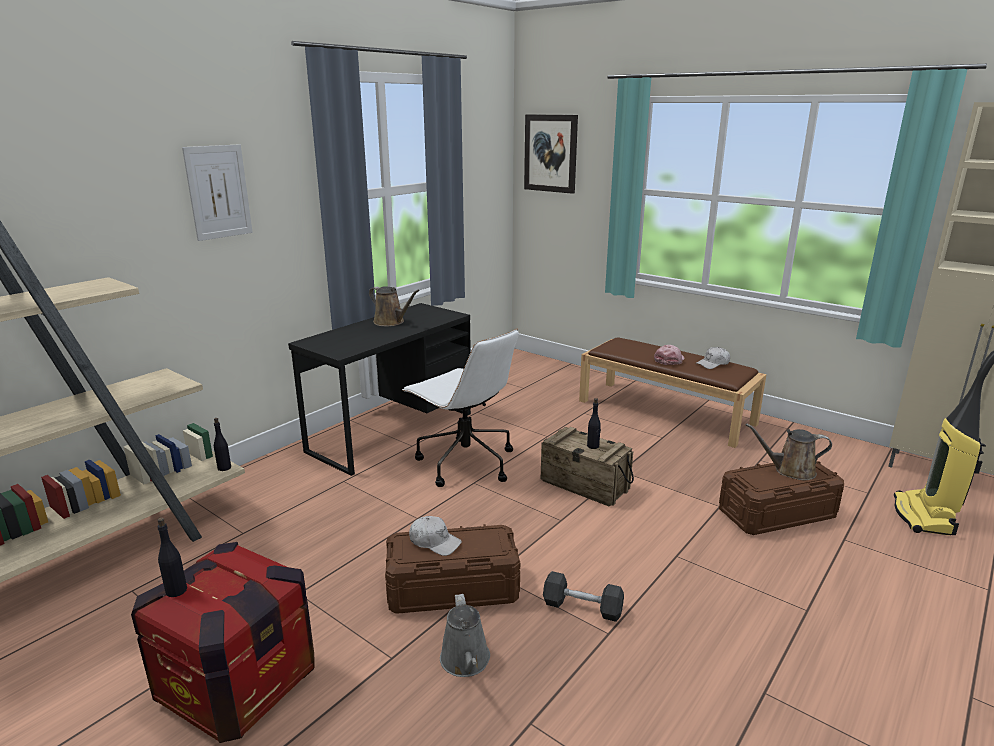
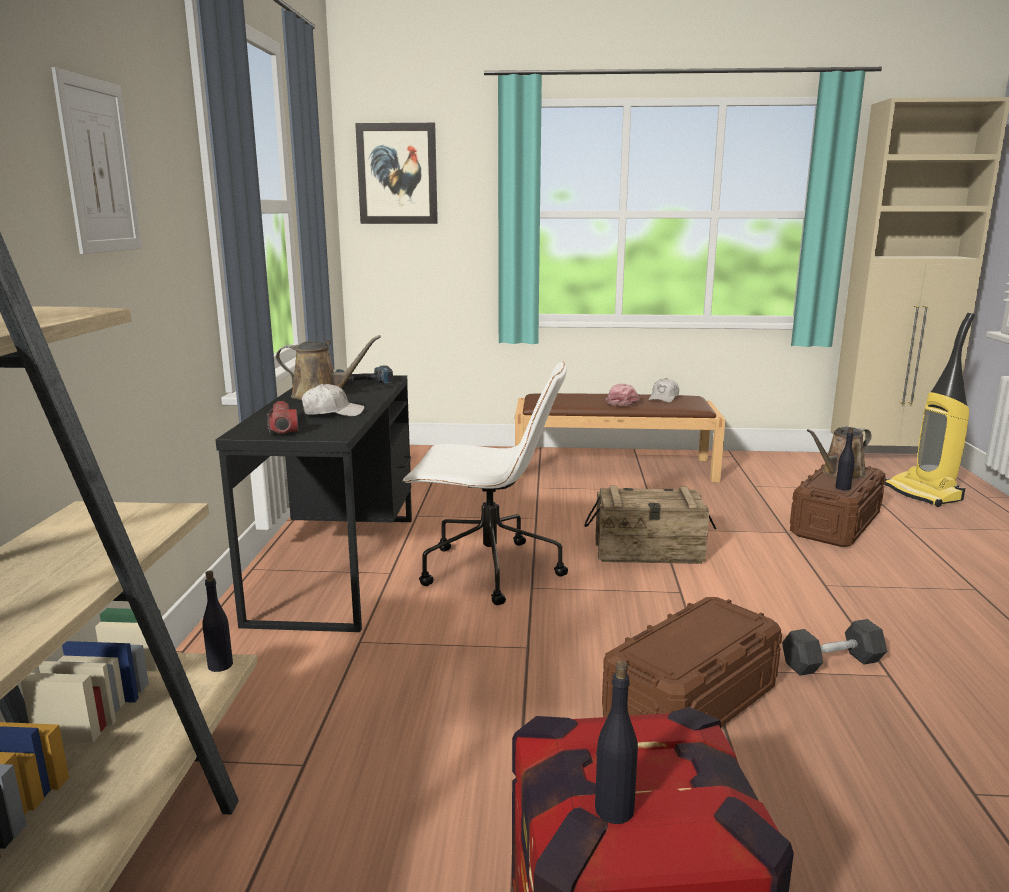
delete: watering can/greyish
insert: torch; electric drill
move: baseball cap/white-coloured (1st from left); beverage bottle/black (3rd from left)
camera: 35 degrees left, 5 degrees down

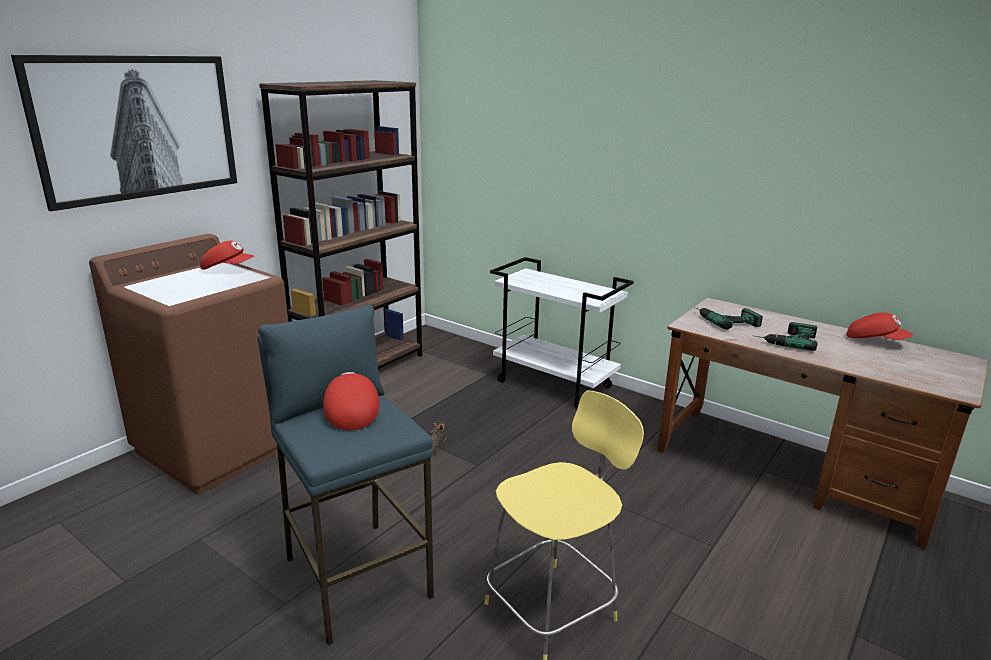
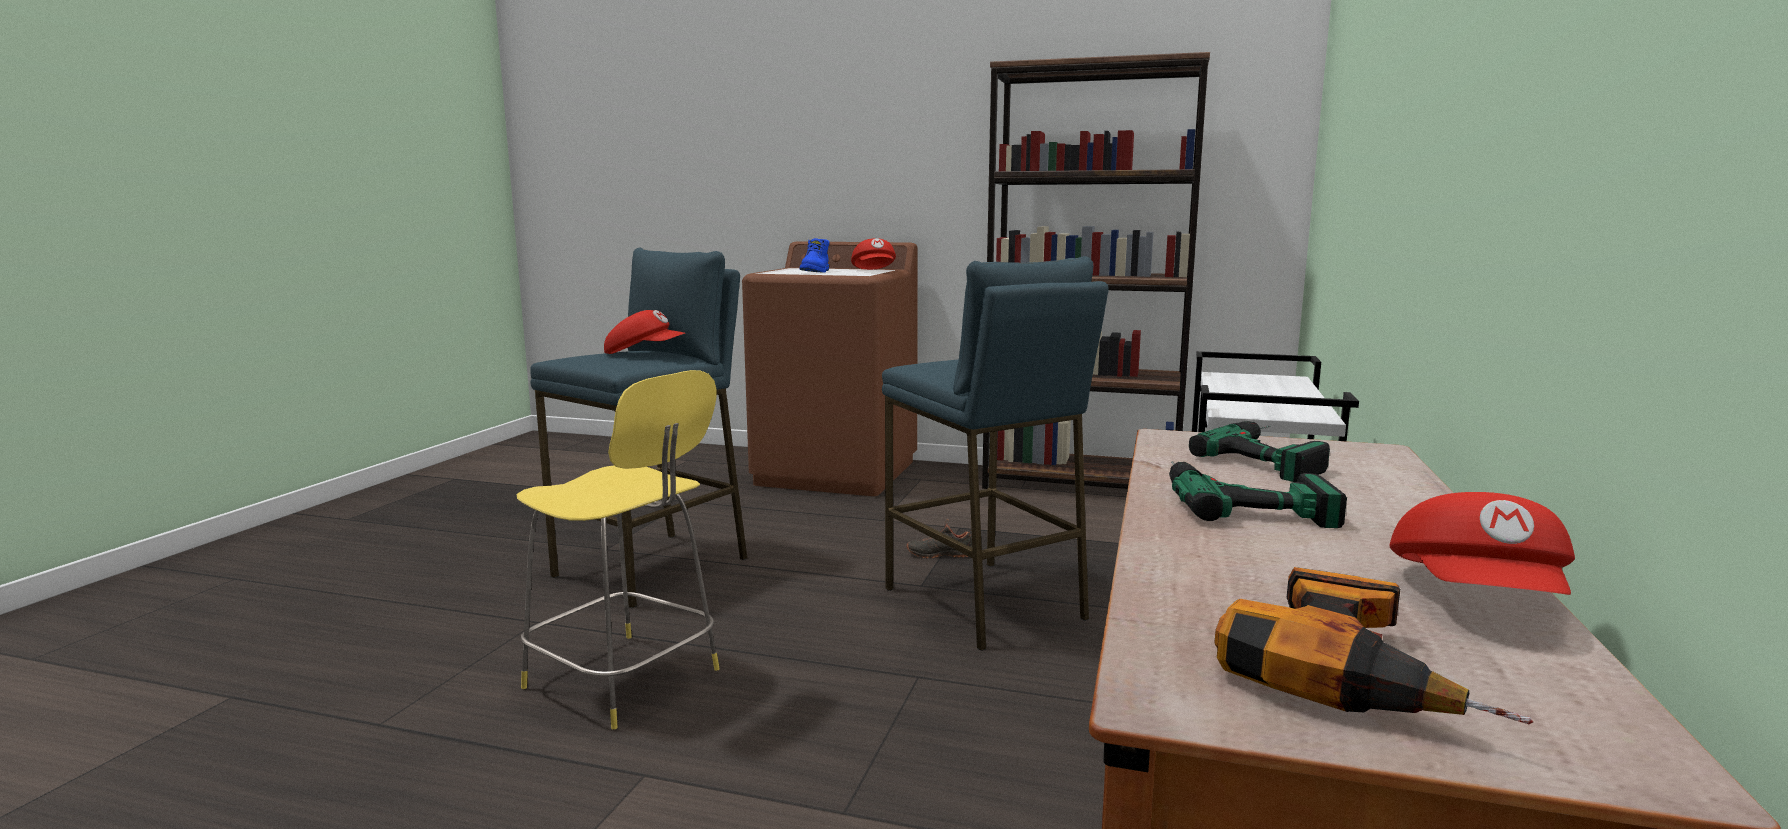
delete: picture
insert: boot/blue; stool/blue (2nd from left); electric drill (3rd from left)
rotate: baseball cap/reddish (2nd from left in the first image) 45 degrees clockwise
camera: 70 degrees right, 10 degrees down

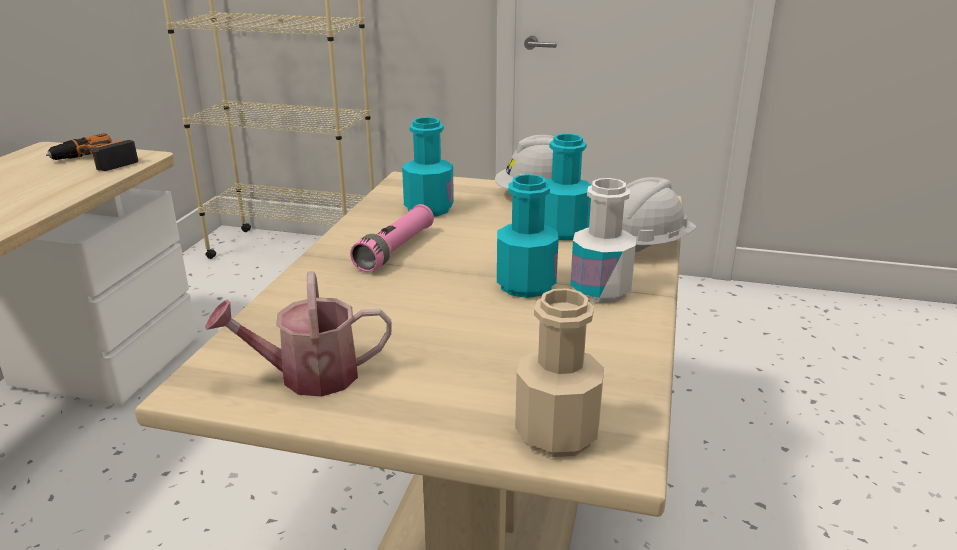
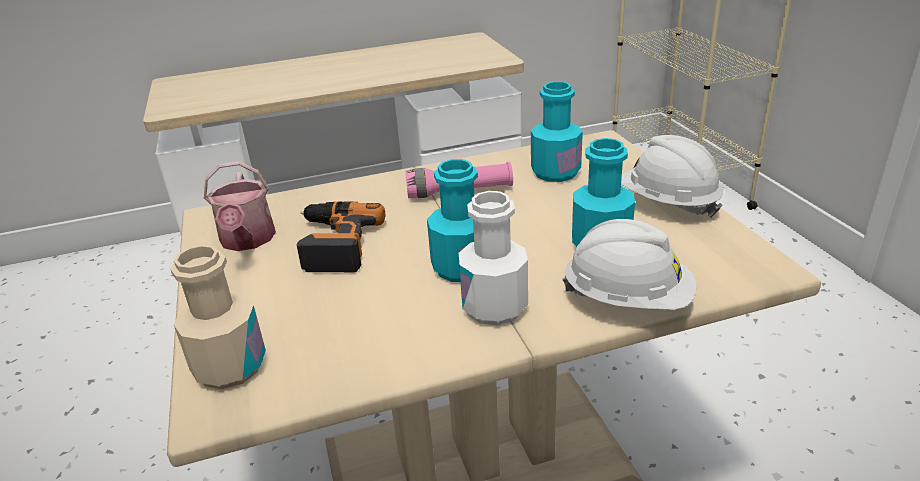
move: electric drill
rotate: watering can 150 degrees counterclockwise
camera: 60 degrees right, 5 degrees up

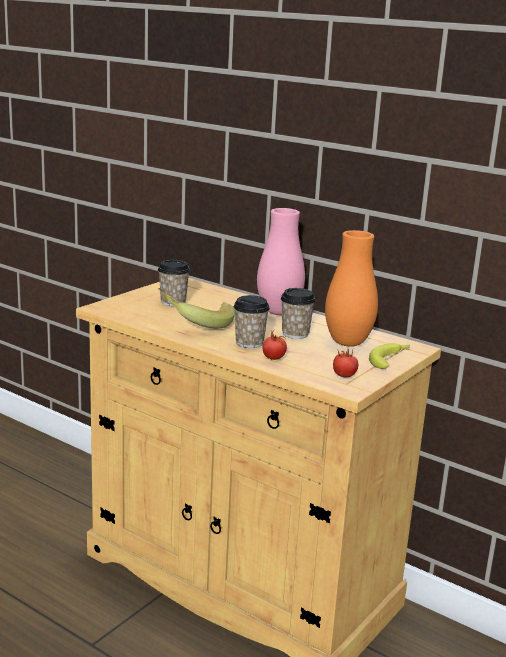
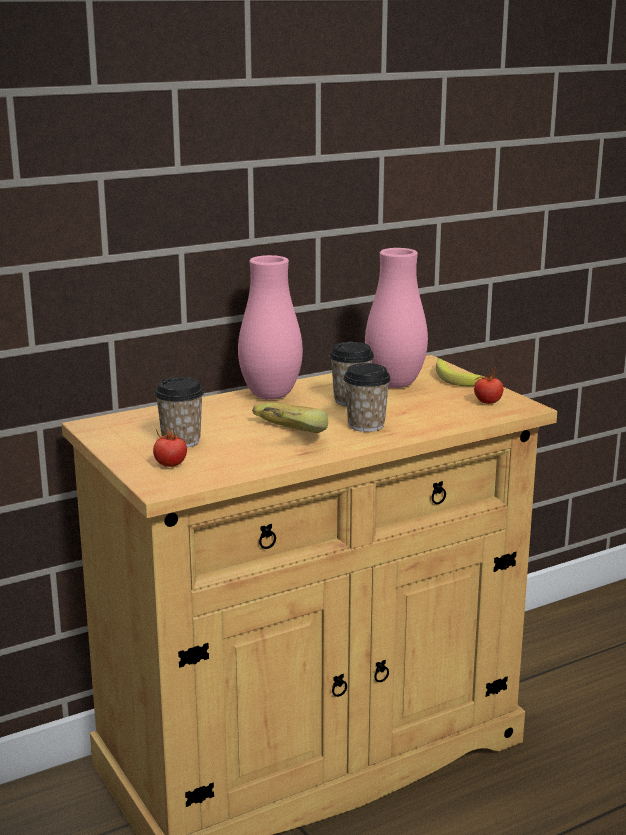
move: tomato (1st from left)
recolor: vase/orange-coloured to vase/pink-coloured (2nd from left)
camera: 65 degrees left, 0 degrees up

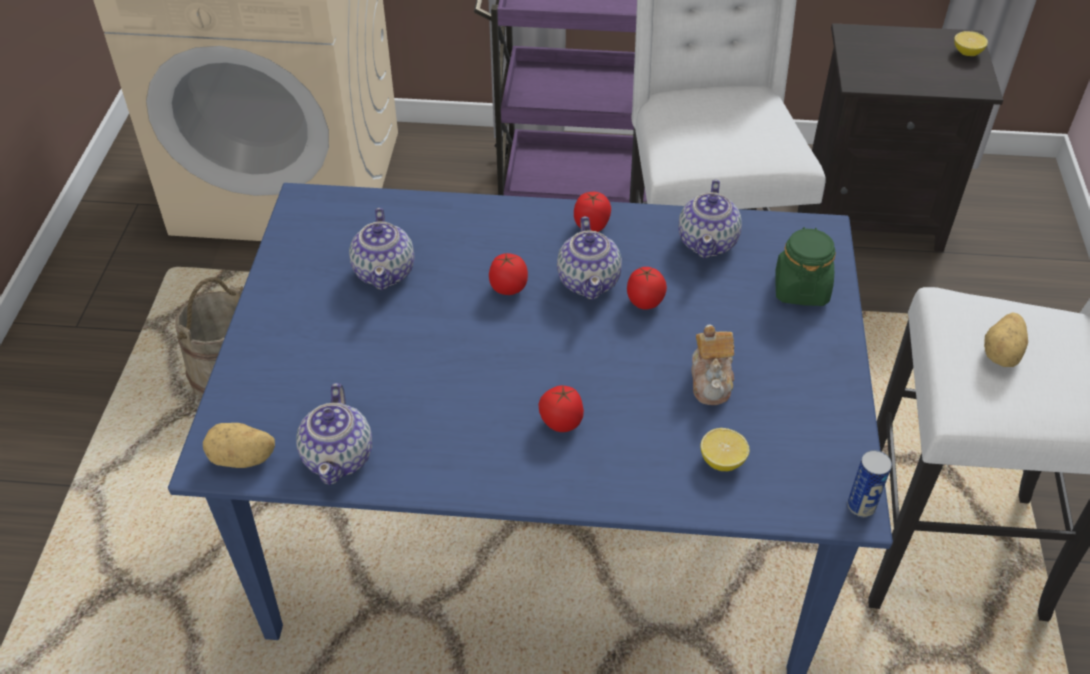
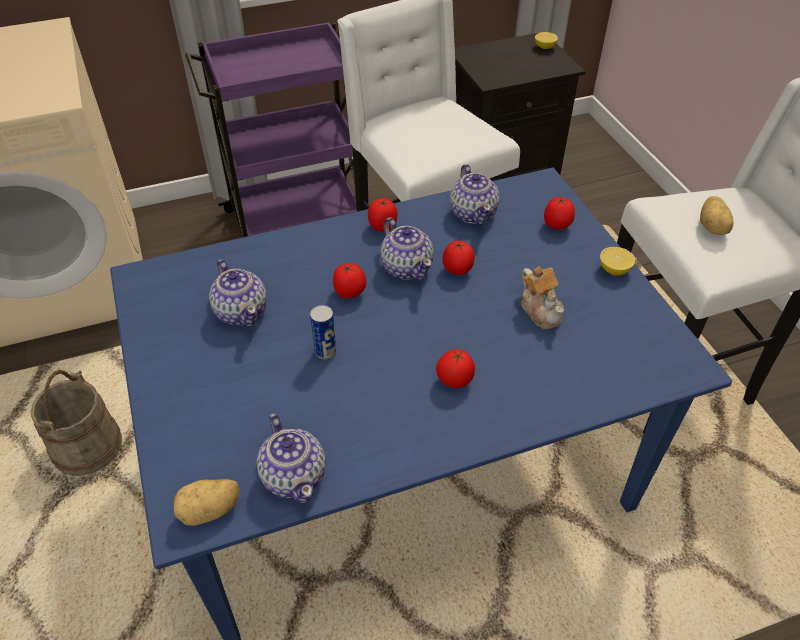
move: can; lemon (1st from left in the first image) to lemon (2nd from left)
replace: storage jar/green-coloured to tomato (5th from left)
camera: 25 degrees left, 0 degrees up

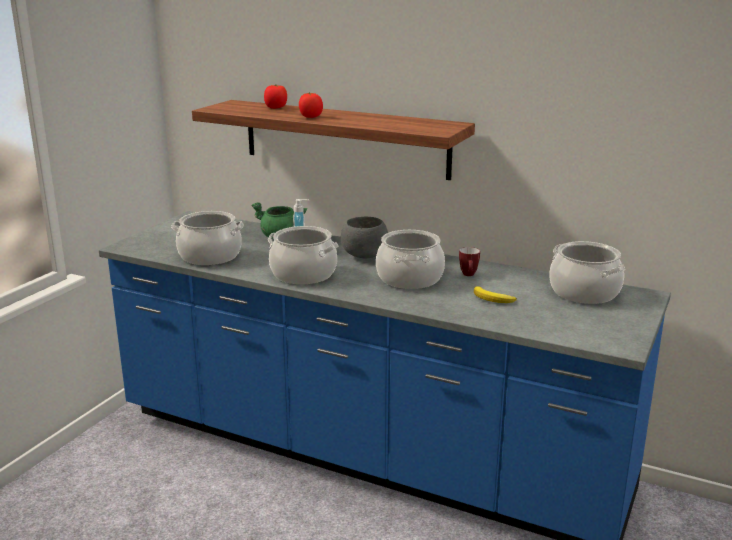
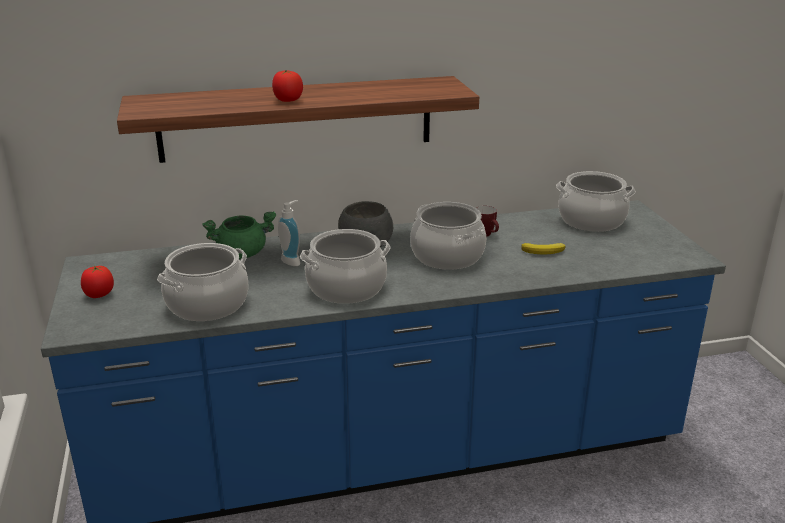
move: tomato (1st from left)
camera: 40 degrees left, 5 degrees up

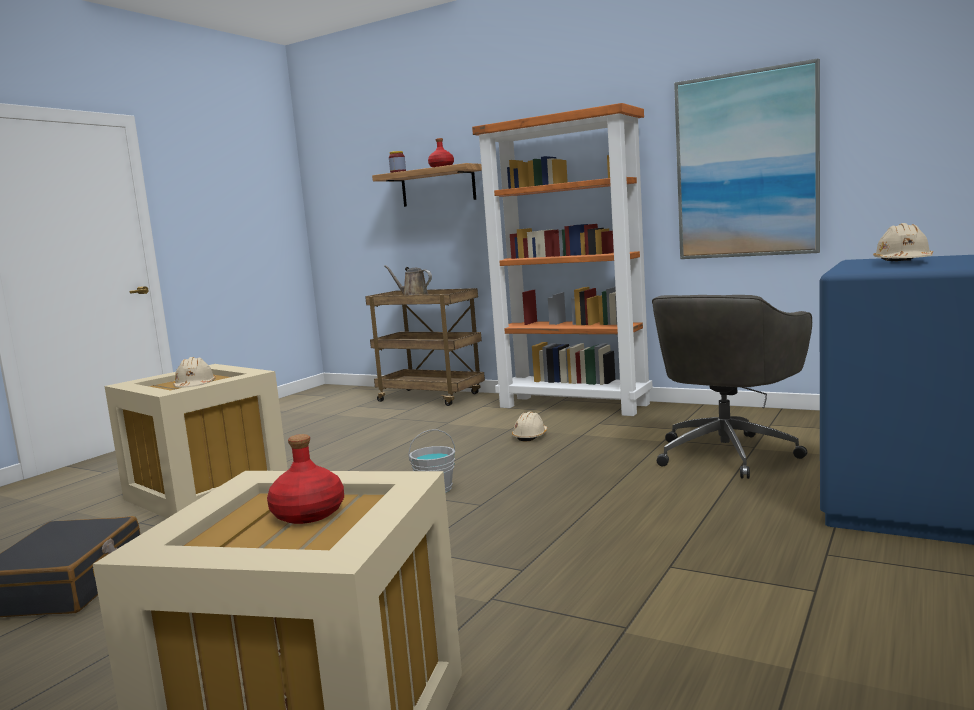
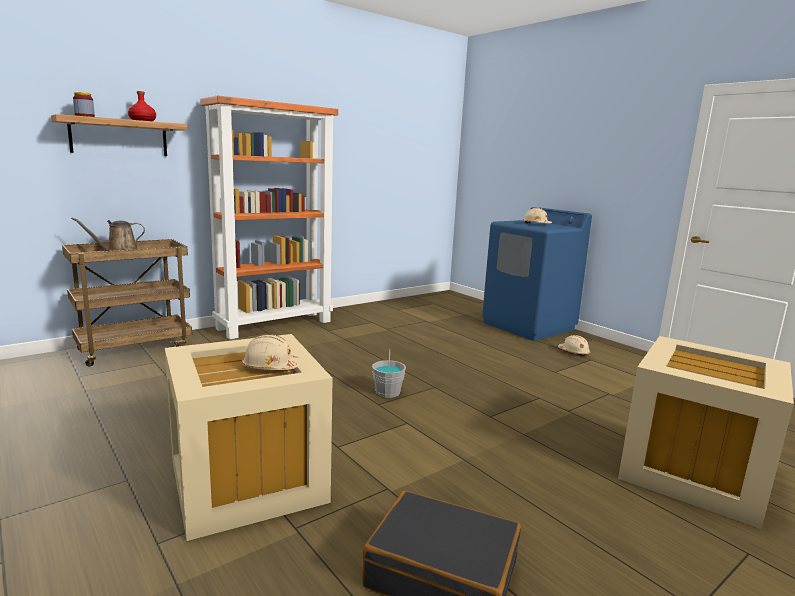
delete: beverage bottle/reddish (1st from left); desk chair/greyish; picture
move: safety helmet/beige (2nd from left in the first image) to safety helmet/beige (3rd from left)
camera: 70 degrees left, 5 degrees up

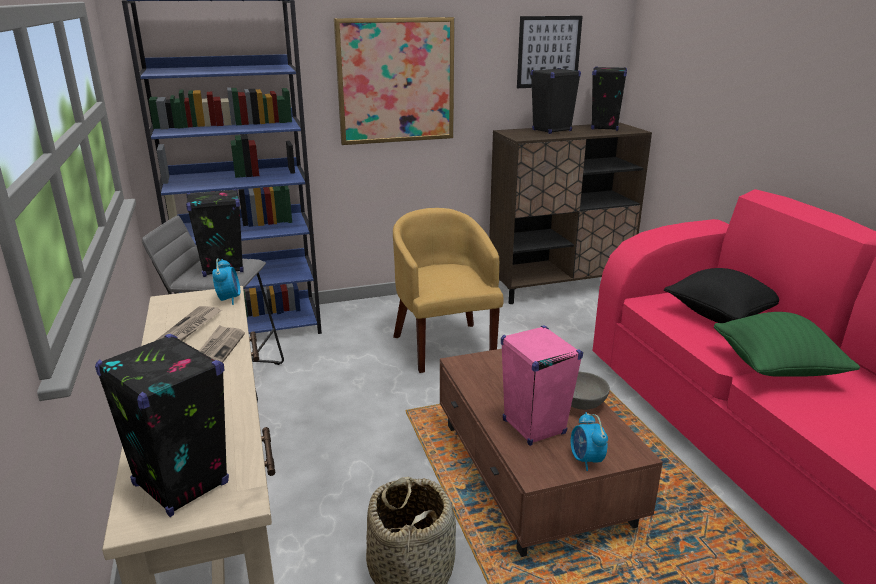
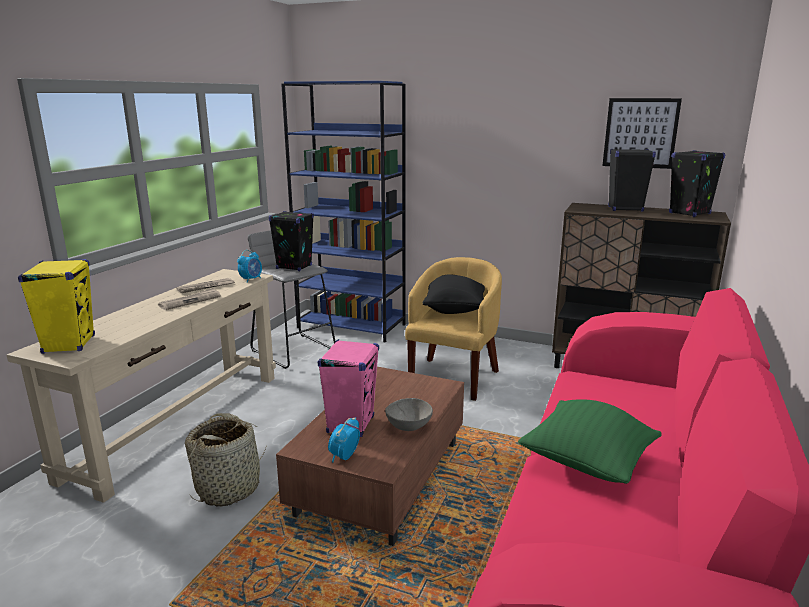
delete: picture (1st from left)
move: throw pillow/black
recolor: audio speaker/black (1st from left) to audio speaker/yellow
camera: 40 degrees right, 5 degrees down

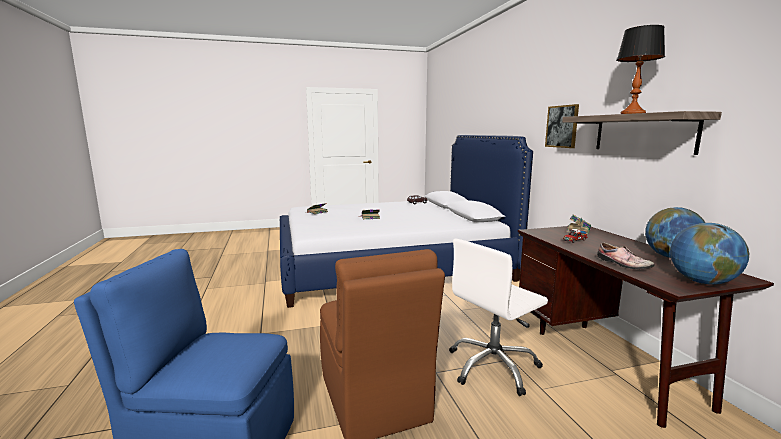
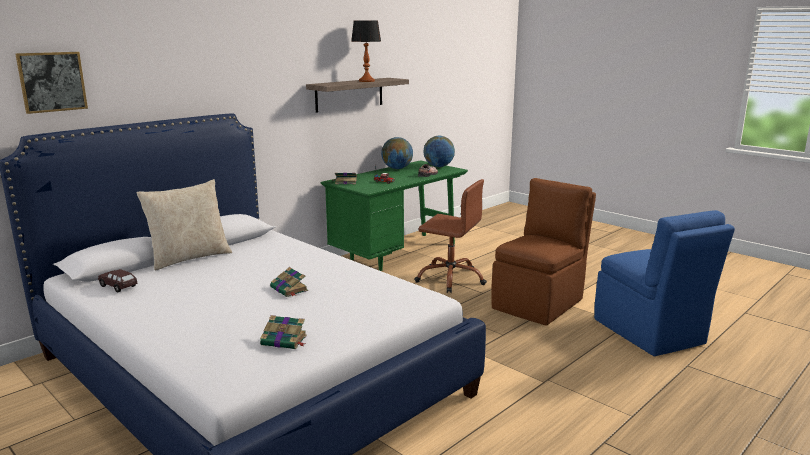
insert: throw pillow/beige
move: picture
recolor: desk/brown-coloured to desk/green-coloured; desk chair/white-coloured to desk chair/brown-coloured
camera: 120 degrees left, 5 degrees up

